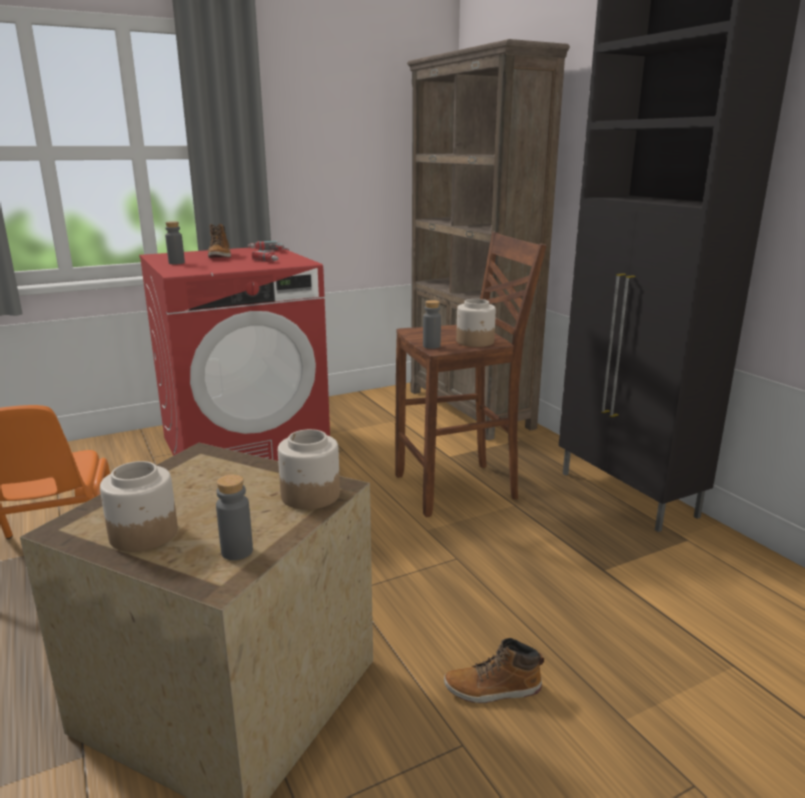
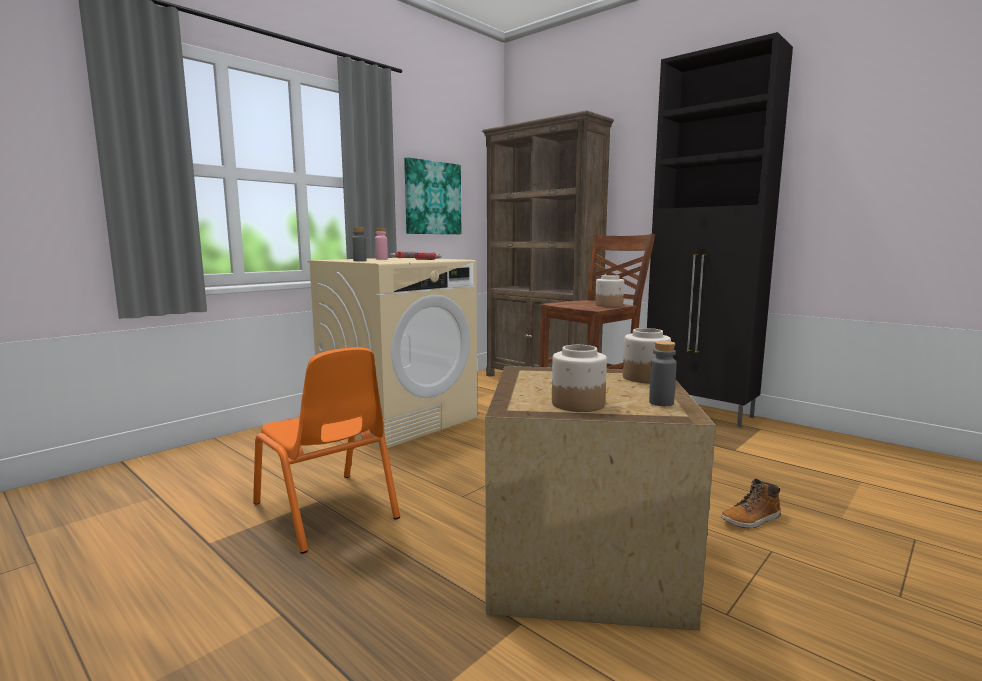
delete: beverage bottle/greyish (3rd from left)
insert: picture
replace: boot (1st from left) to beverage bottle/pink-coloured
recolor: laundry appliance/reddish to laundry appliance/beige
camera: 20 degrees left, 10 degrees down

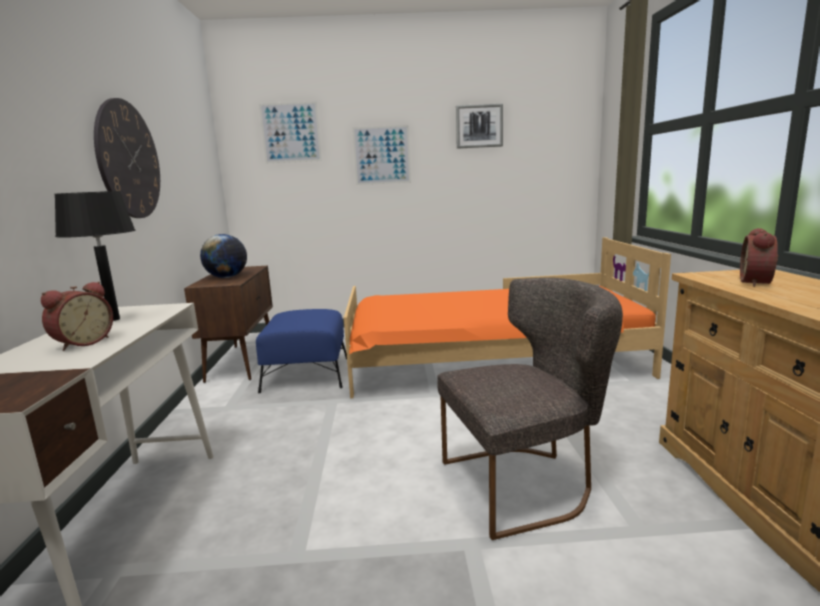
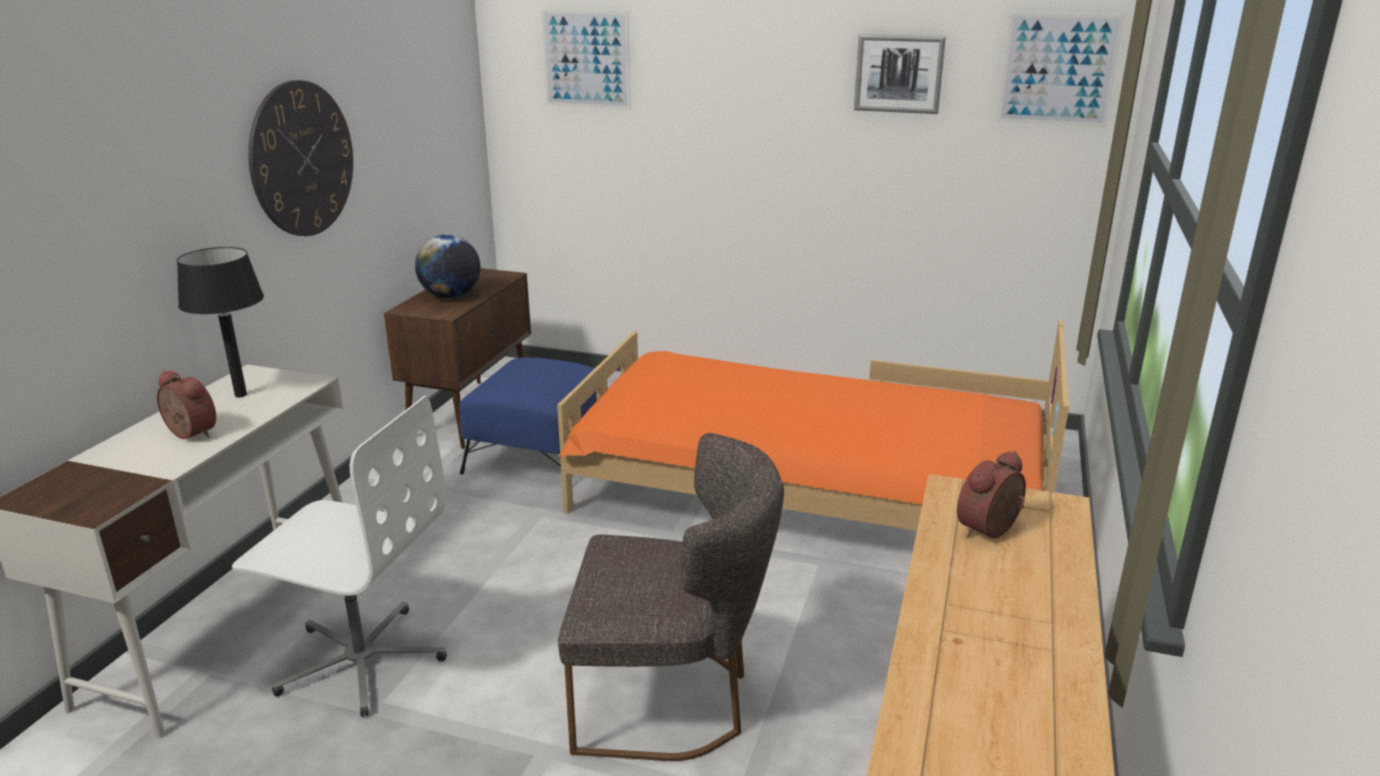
insert: desk chair/white-coloured
move: picture (2nd from left in the first image) to picture (3rd from left)
rotate: table clock (1st from left) 105 degrees counterclockwise
camera: 20 degrees right, 10 degrees up

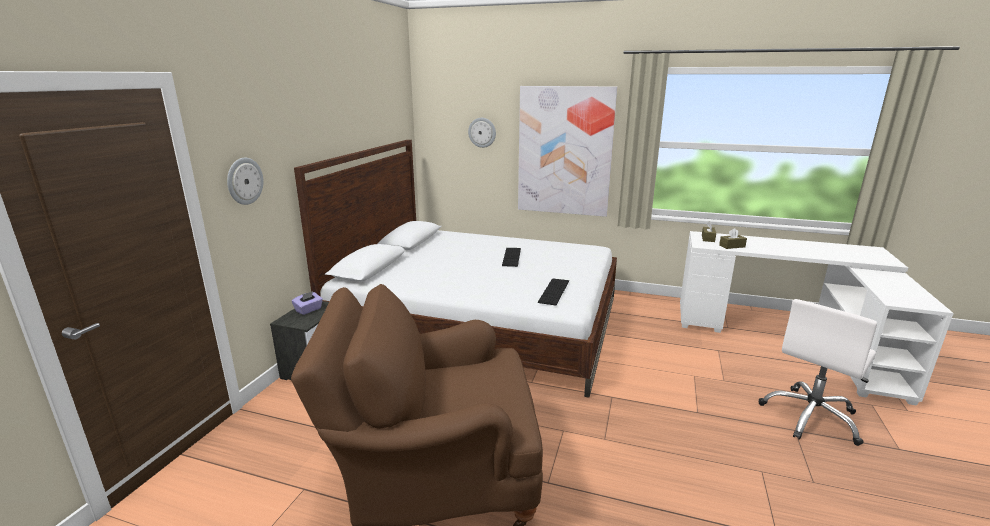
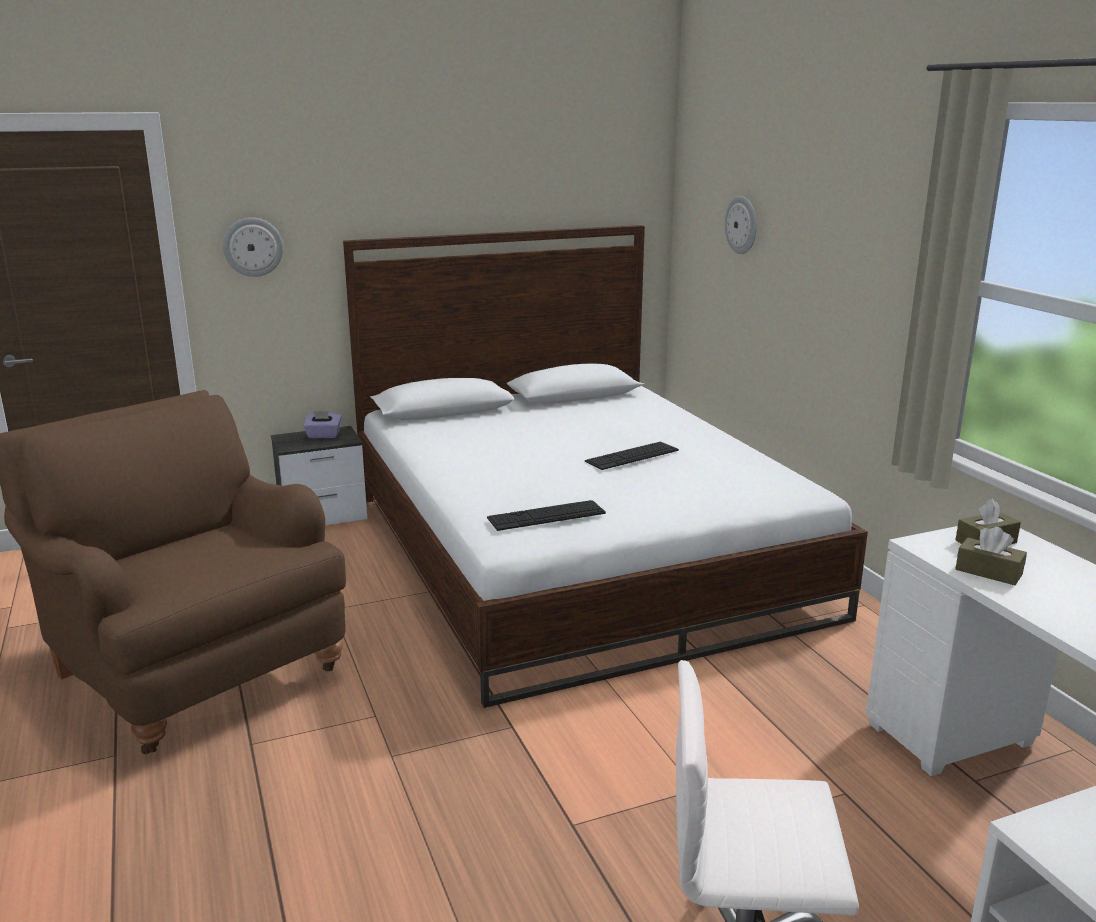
delete: picture
camera: 50 degrees right, 0 degrees up

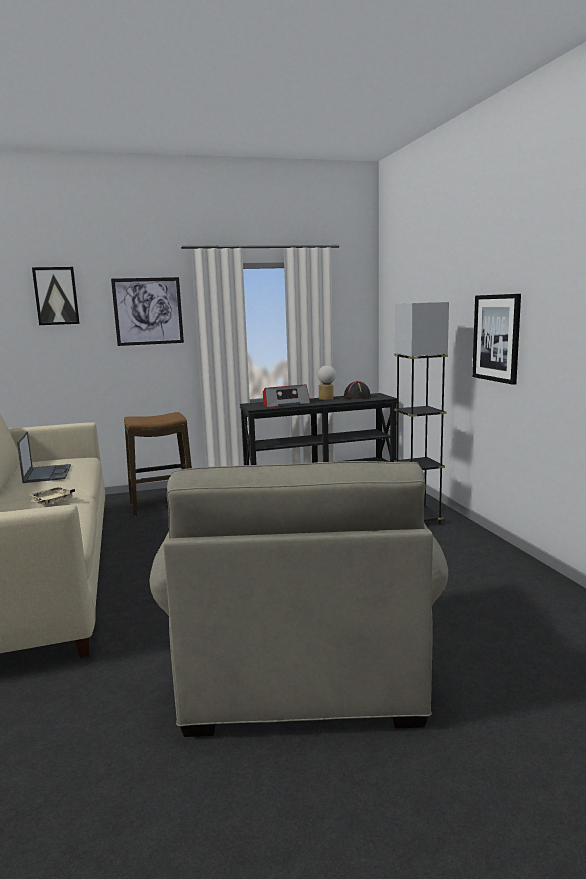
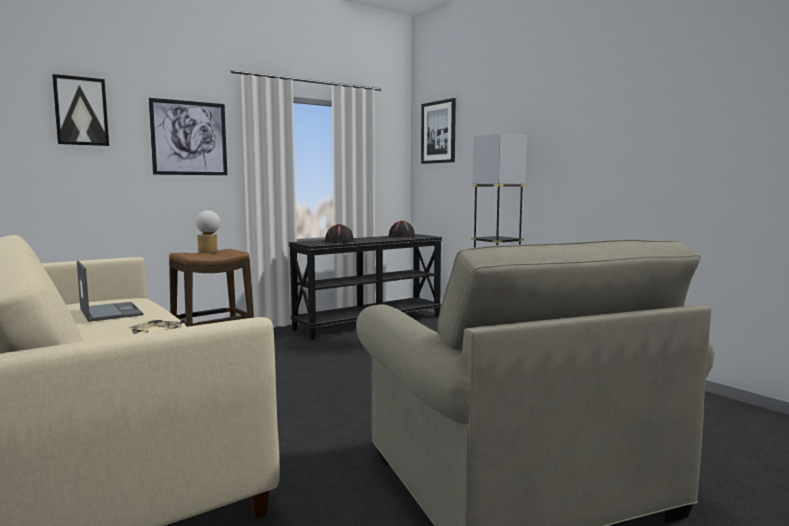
move: lamp for a table; picture (3rd from left)
replace: radio receiver to hat/black (1st from left)
camera: 20 degrees left, 5 degrees down

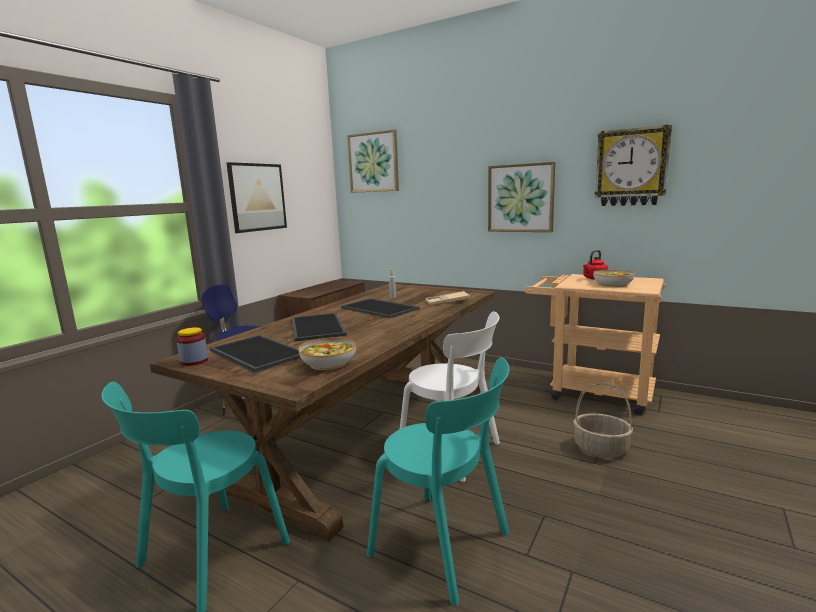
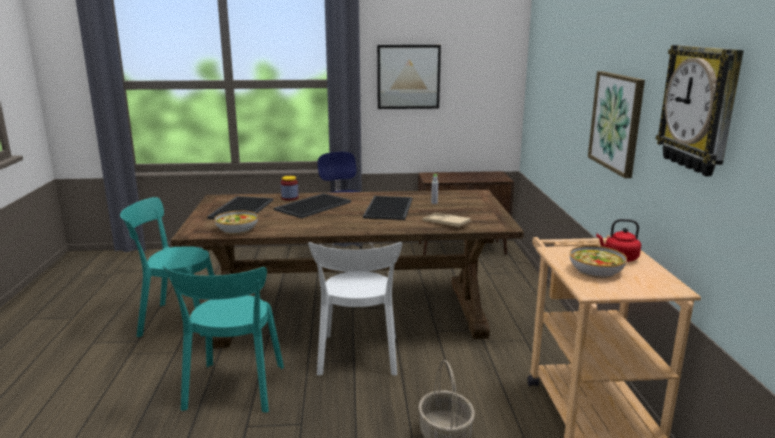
delete: picture (2nd from left)
move: storage jar
camera: 55 degrees right, 5 degrees up

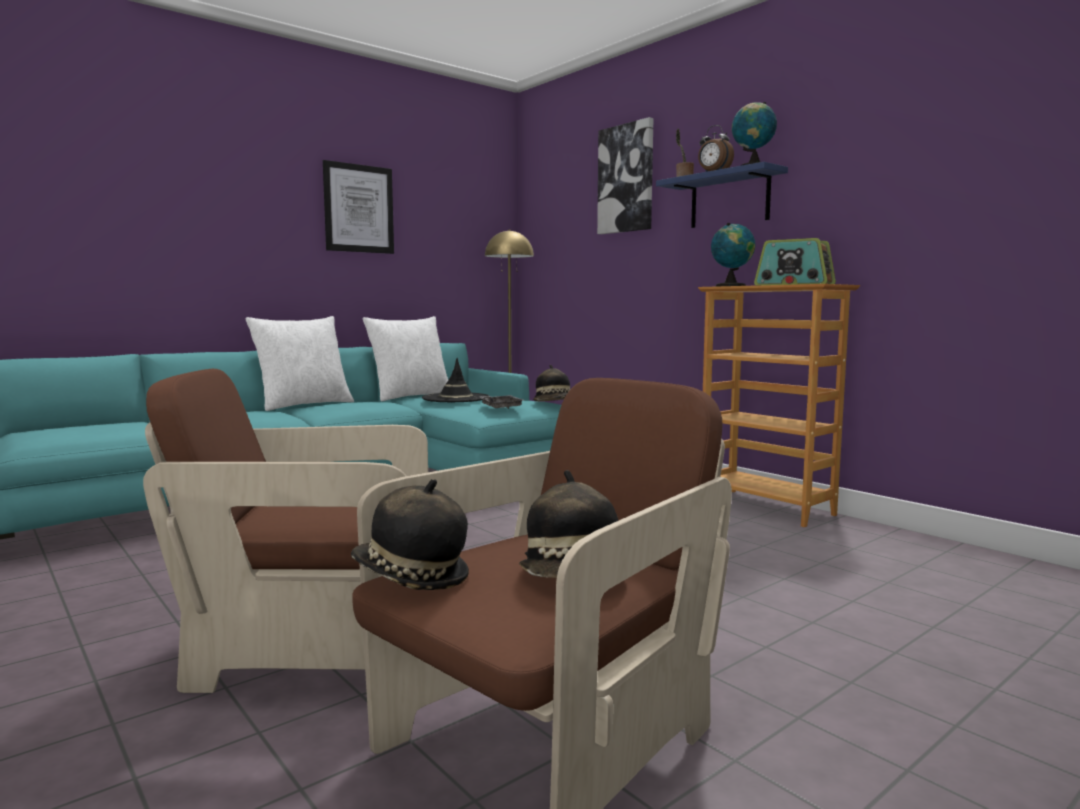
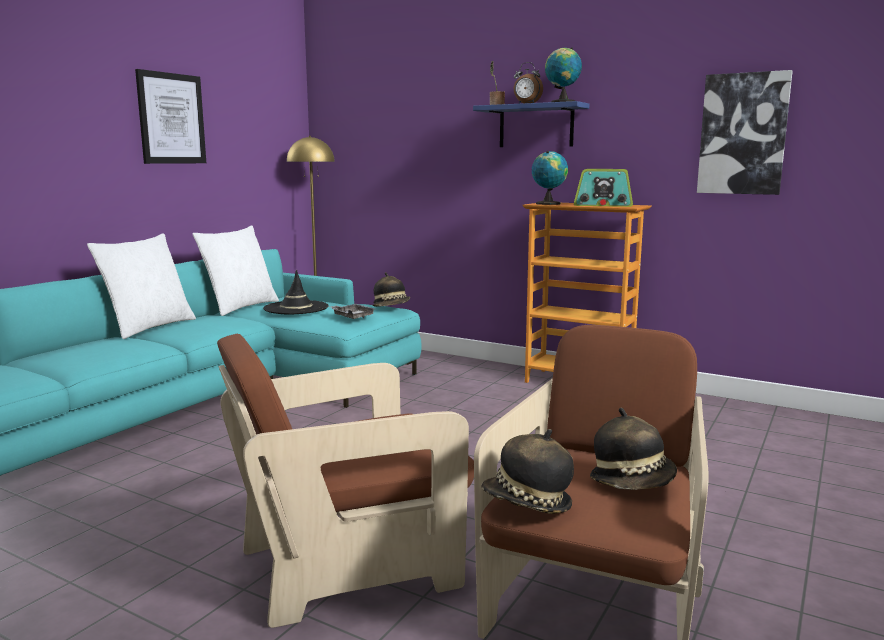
move: picture (2nd from left)
camera: 20 degrees left, 5 degrees up

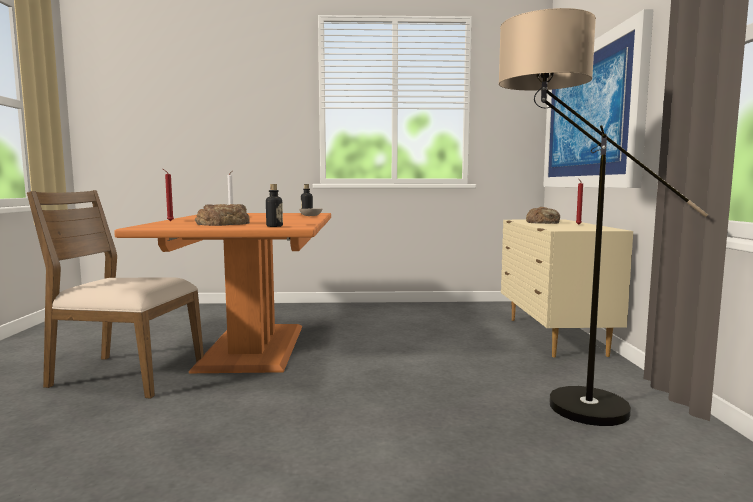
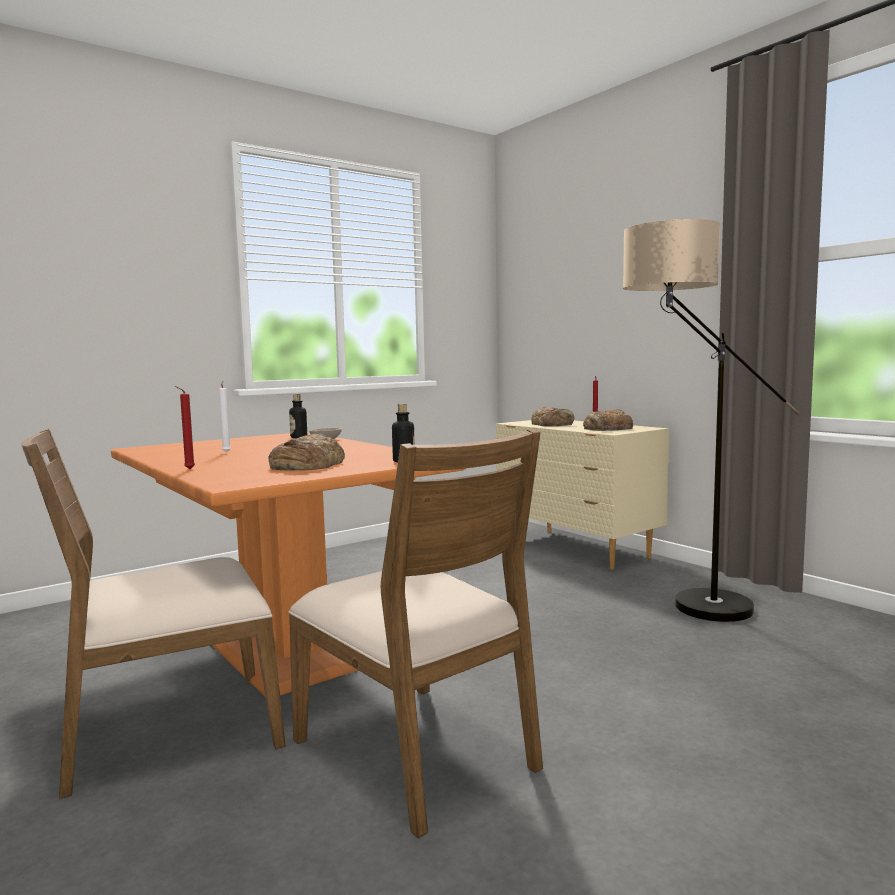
delete: picture
insert: plain chair/brown-coloured (2nd from left); baked bread (3rd from left)
camera: 35 degrees left, 0 degrees up

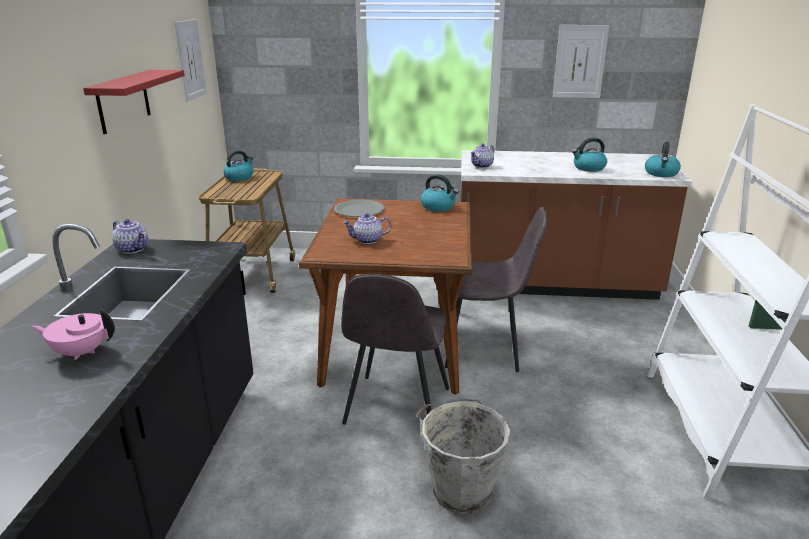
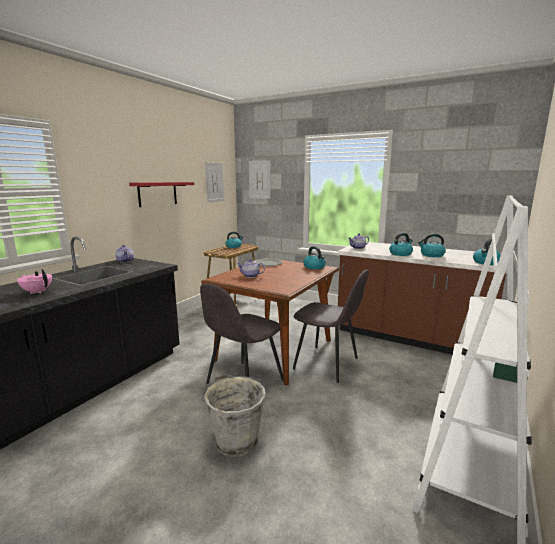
insert: kettle (3rd from left)
move: picture (2nd from left)
camera: 25 degrees right, 10 degrees down

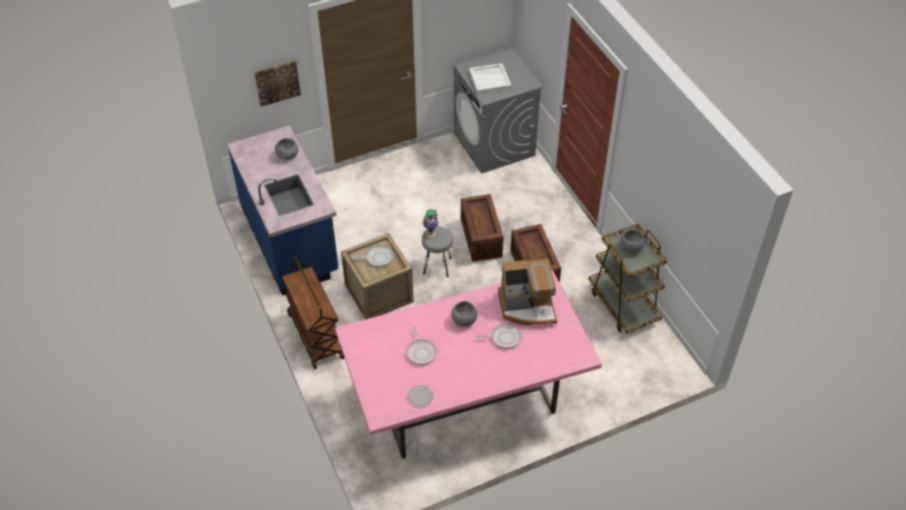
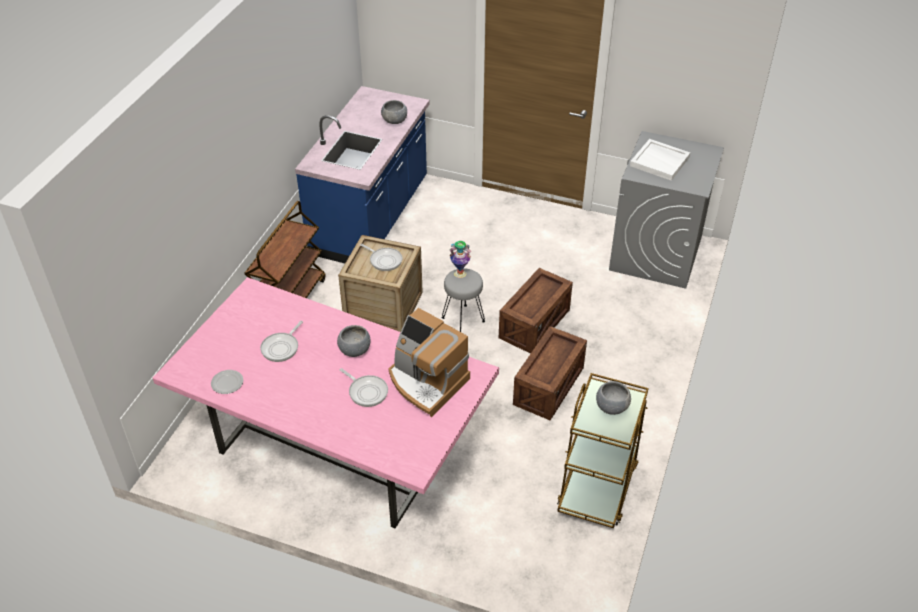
delete: picture
camera: 45 degrees right, 5 degrees down

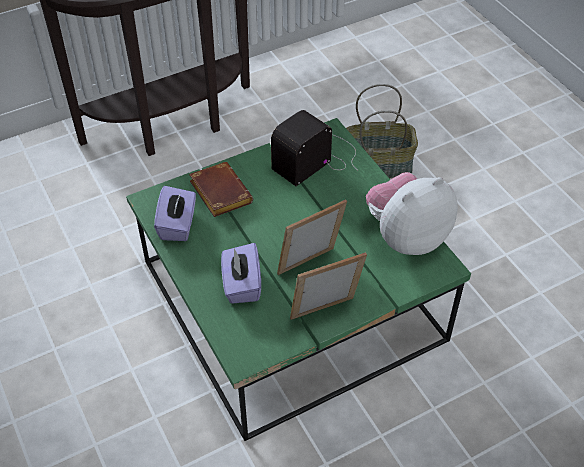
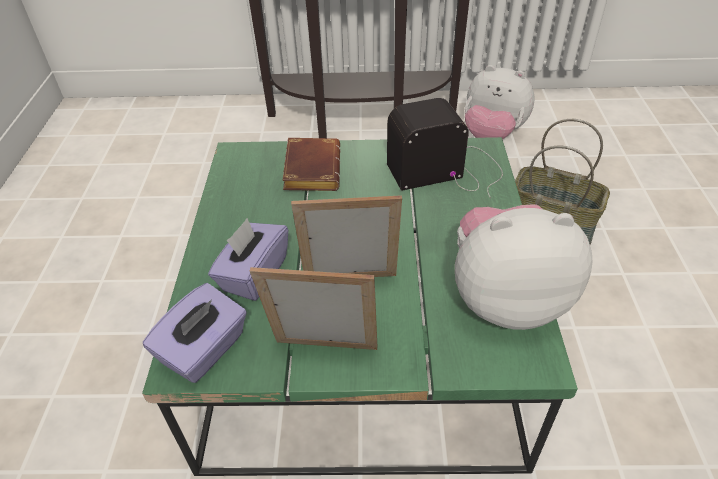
insert: cuddly toy (1st from left)
move: tissue box/purple-coloured (1st from left)
camera: 30 degrees right, 5 degrees down

